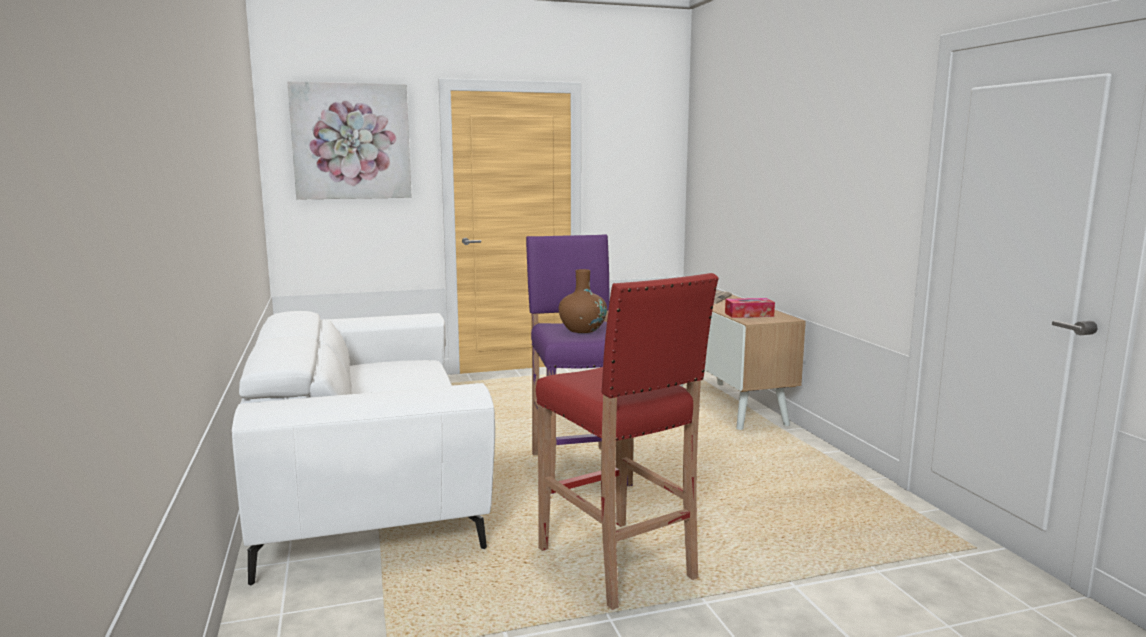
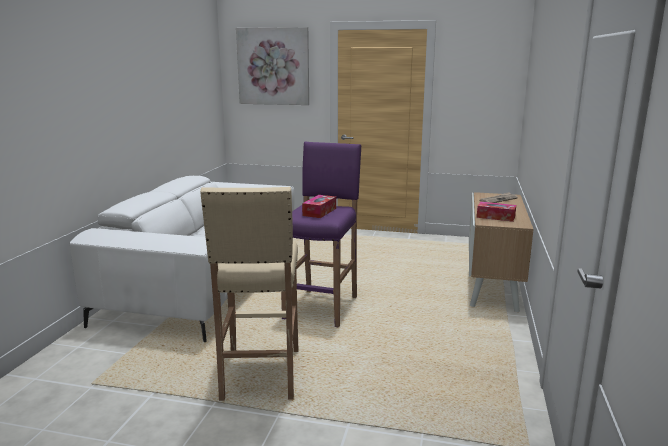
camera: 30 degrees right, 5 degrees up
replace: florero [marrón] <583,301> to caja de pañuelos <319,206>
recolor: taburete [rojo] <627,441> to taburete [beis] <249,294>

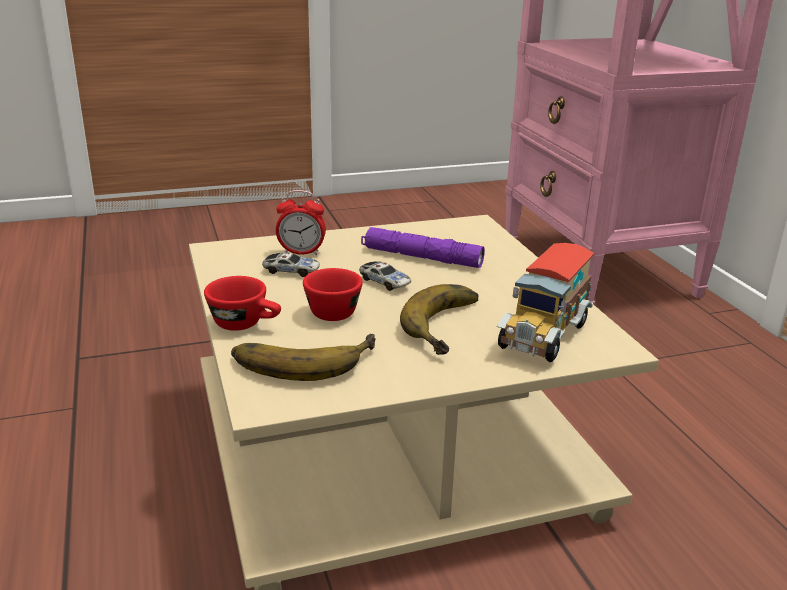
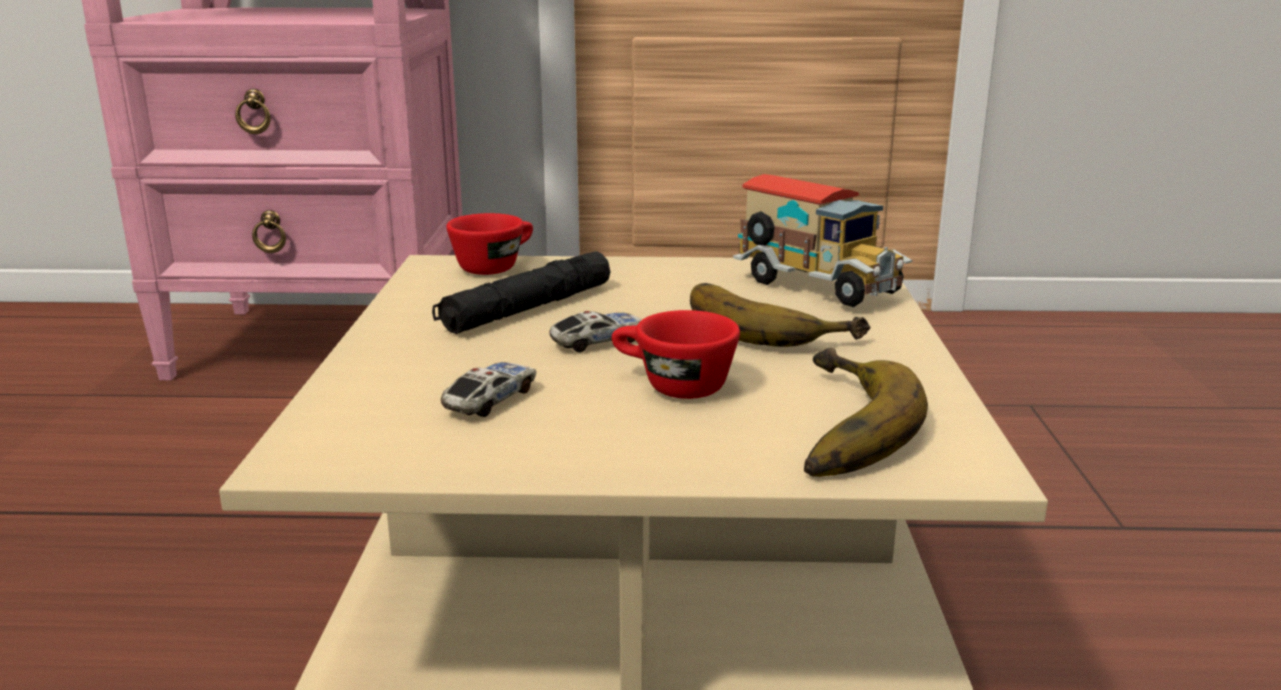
camera: 70 degrees left, 5 degrees down
delete: despertador <301,222>
move: taza [rojo] <242,303> to <489,244>
recolor: linterna [morado] <423,247> to linterna [negro] <521,292>

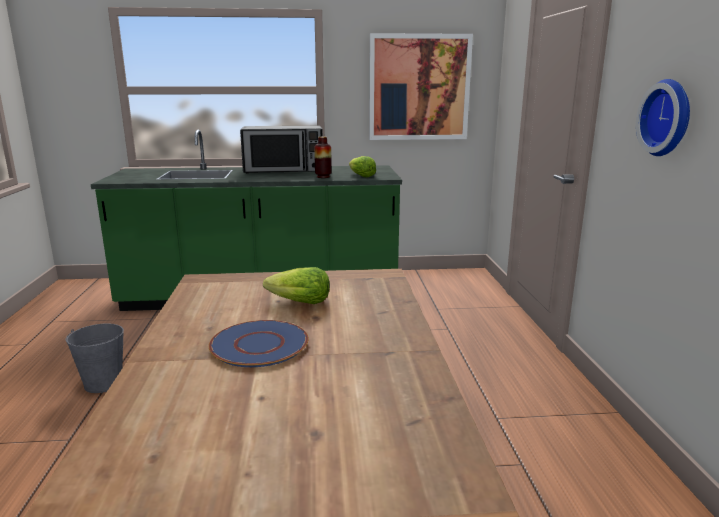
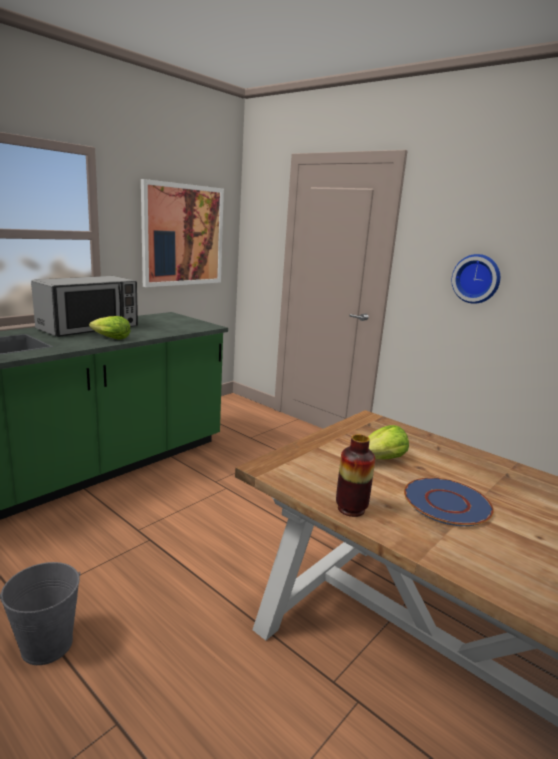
camera: 45 degrees left, 0 degrees up
move: florero <323,157> to <355,475>; lechuga <362,166> to <109,328>

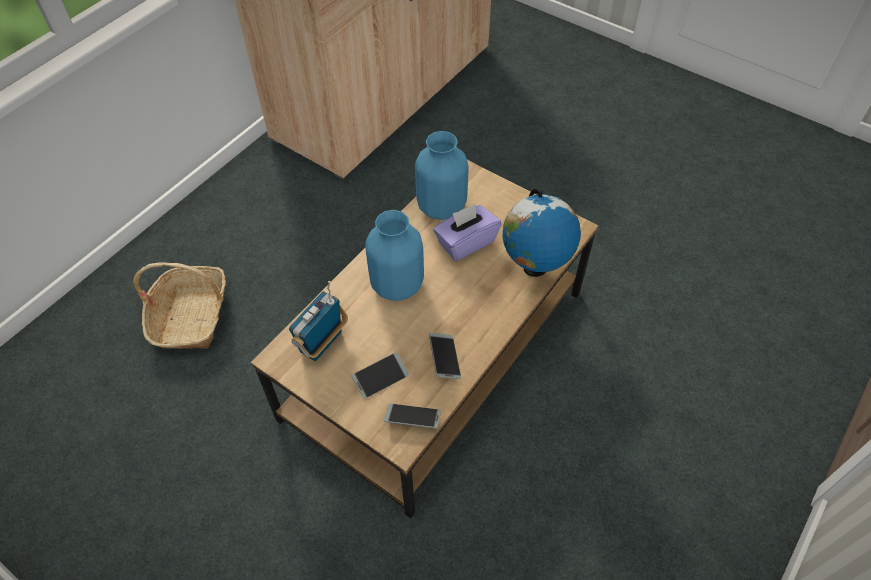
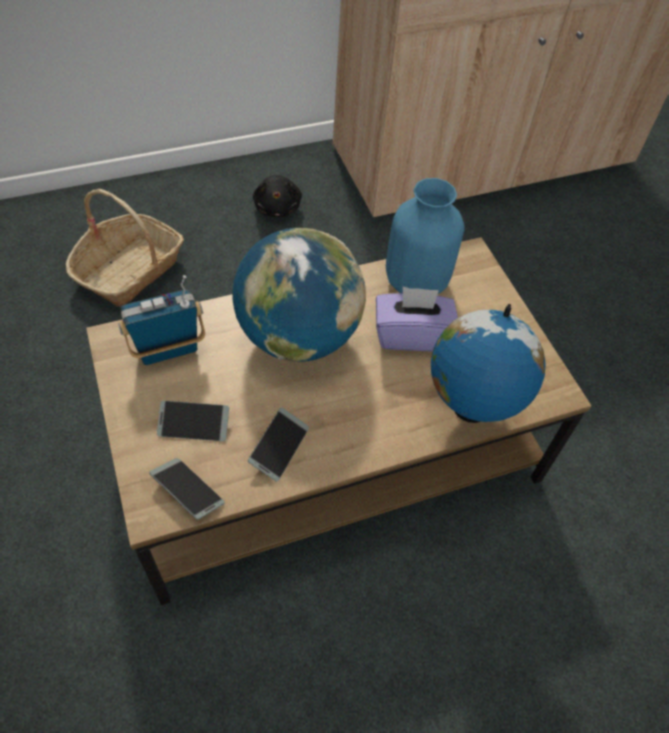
camera: 30 degrees right, 0 degrees up
insert: peluche [negro] <277,196>
replace: florero [azul] <394,255> to globo terráqueo <299,295>

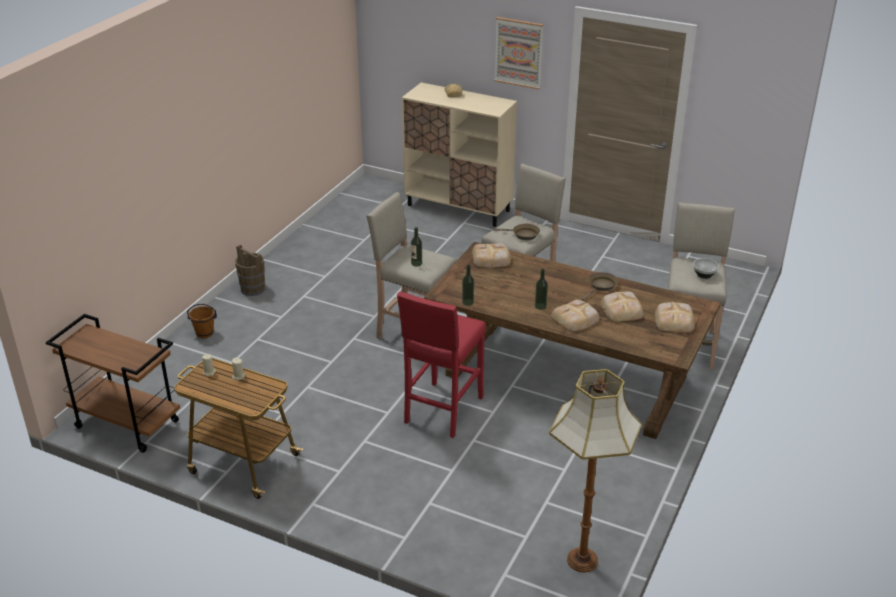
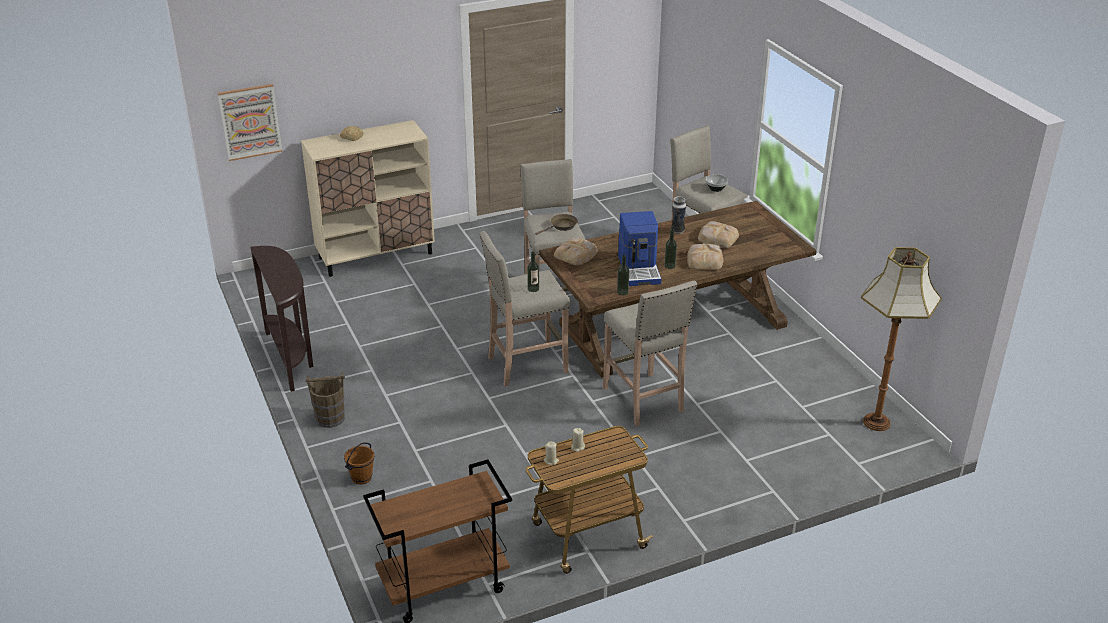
camera: 50 degrees left, 0 degrees up
delete: pan <675,317>
insert: mesa consola [marrón] <281,319>; cafetera <639,248>
move: cuadro <519,53> to <250,122>
replace: sartén [marrón] <600,286> to florero <678,215>
recolor: taburete [rojo] <441,365> to taburete [beis] <650,353>

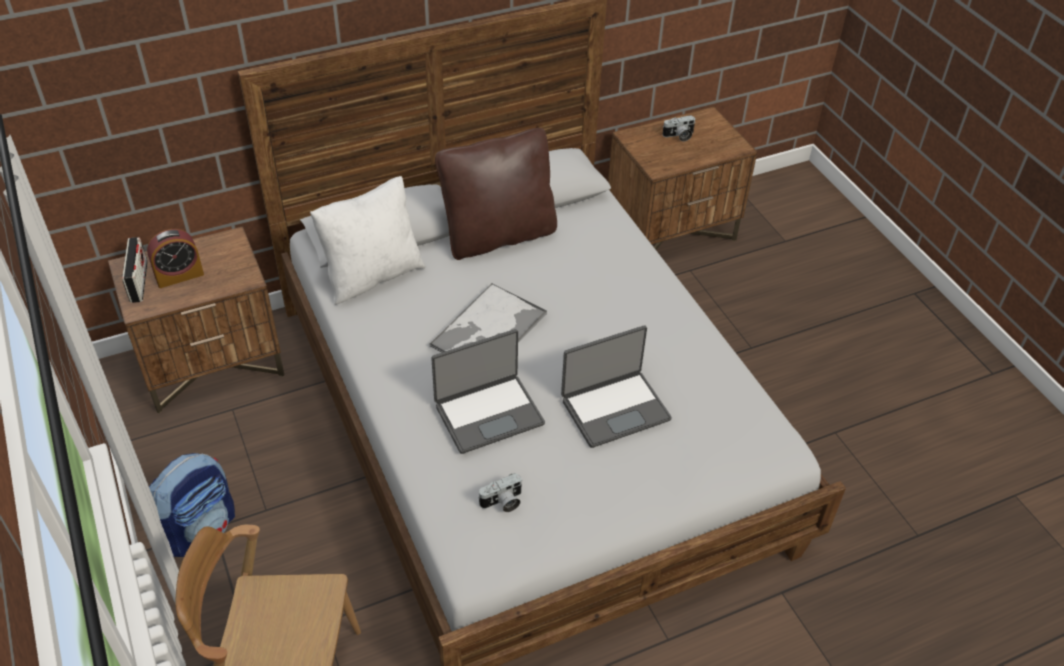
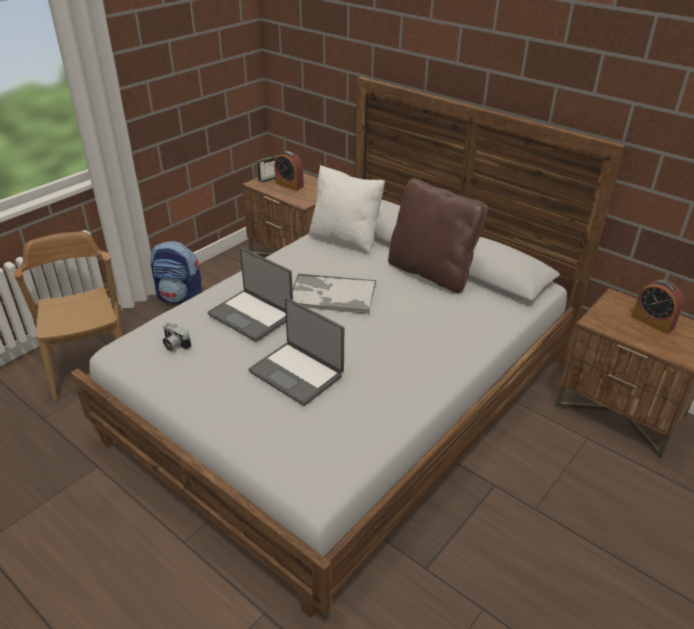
camera: 65 degrees right, 10 degrees down
replace: cámara <678,128> to despertador <658,307>

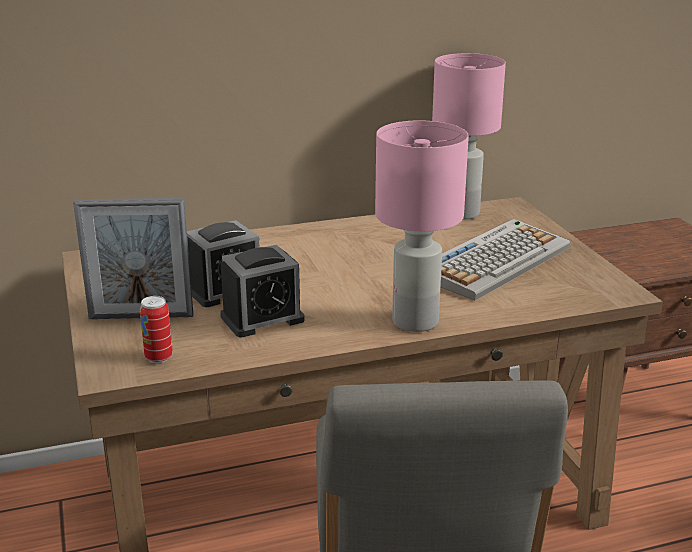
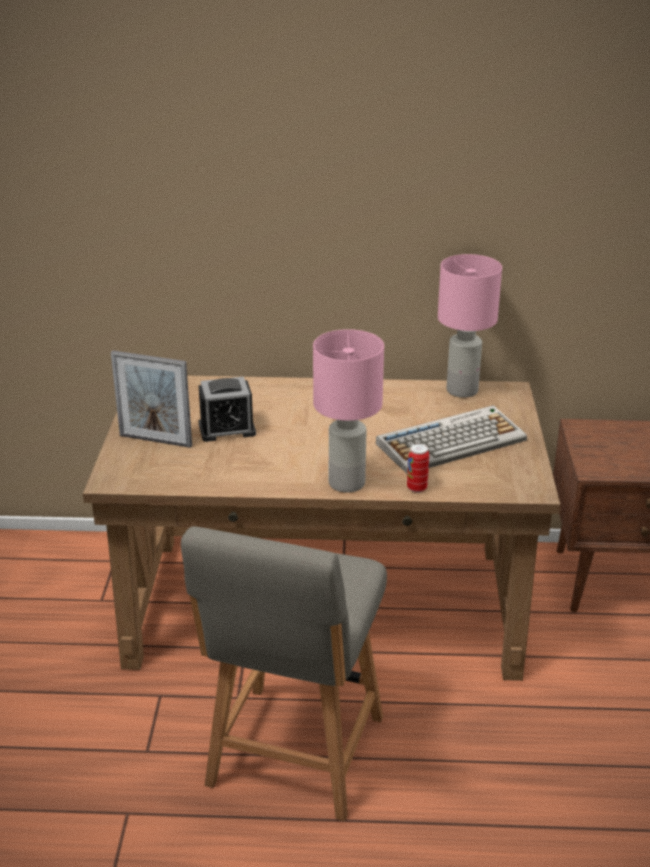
camera: 20 degrees right, 5 degrees up
delete: despertador <262,291>
move: lata <156,329> to <418,468>

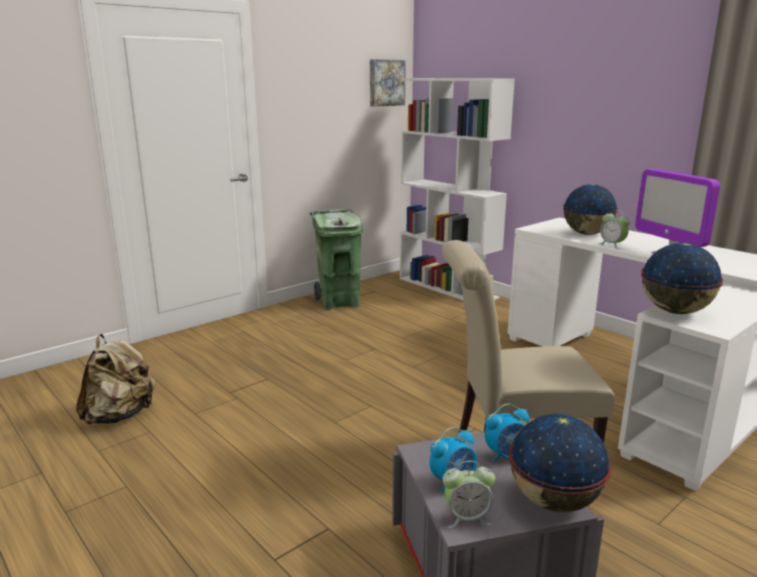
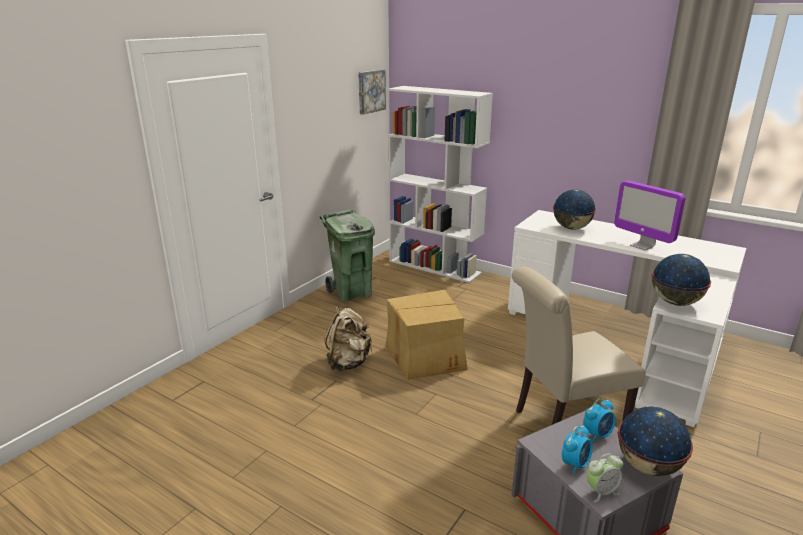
camera: 15 degrees left, 5 degrees up
delete: despertador <614,229>
insert: caja de cartón <427,335>
move: mochila [beis] <116,379> to <348,339>

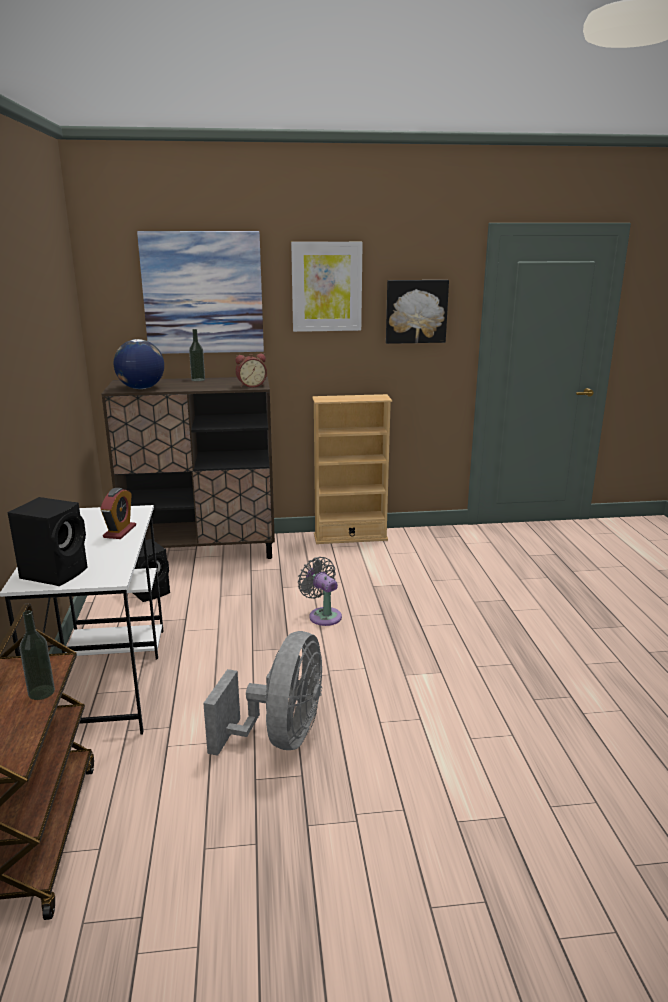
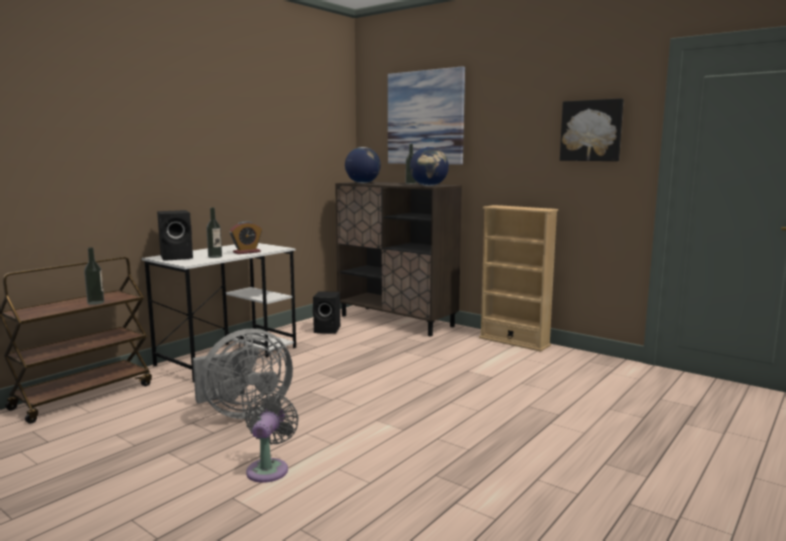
camera: 45 degrees right, 10 degrees down
delete: cuadro <327,287>
insert: botella <214,232>
move: ventilador [gris] <320,591> to <272,437>
replace: despertador <251,371> to globo terráqueo <429,166>

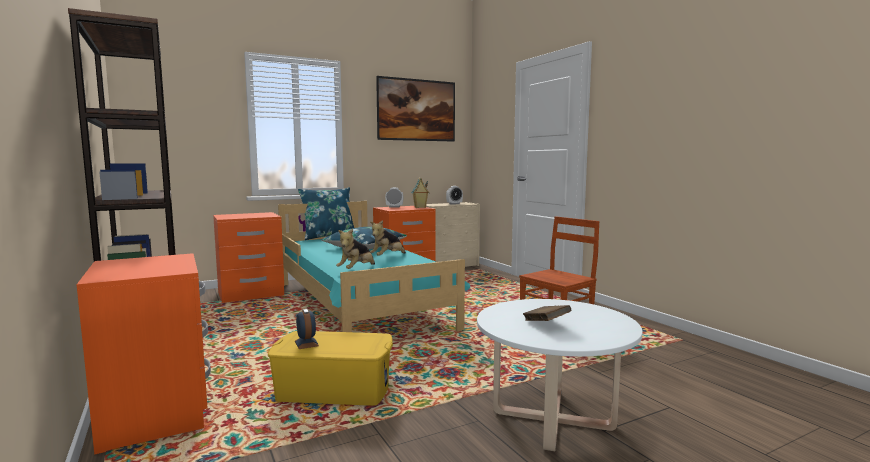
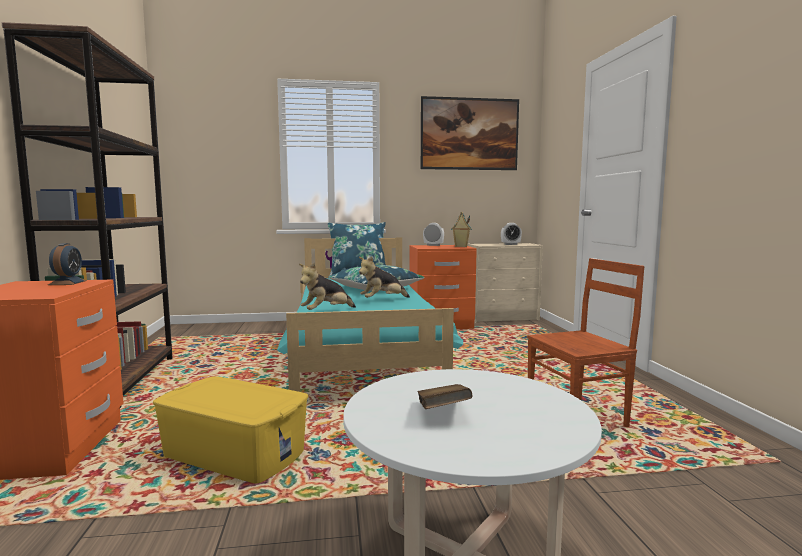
camera: 20 degrees right, 0 degrees up
delete: mesita de noche [naranja] <248,257>
move: despertador <307,329> to <67,264>

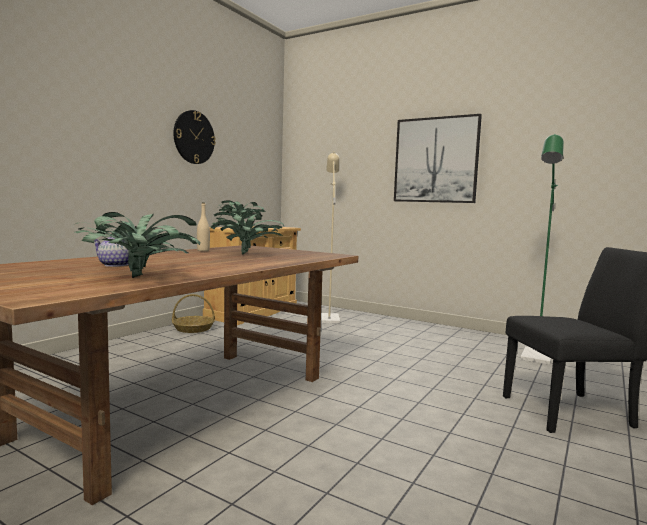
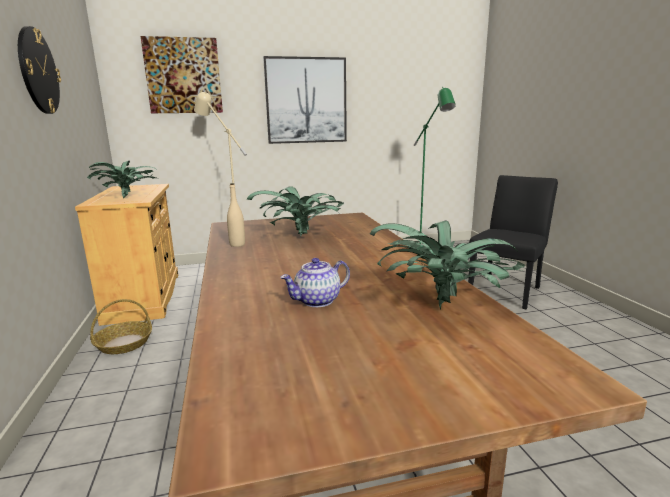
camera: 45 degrees left, 10 degrees up
insert: cuadro <181,74>

